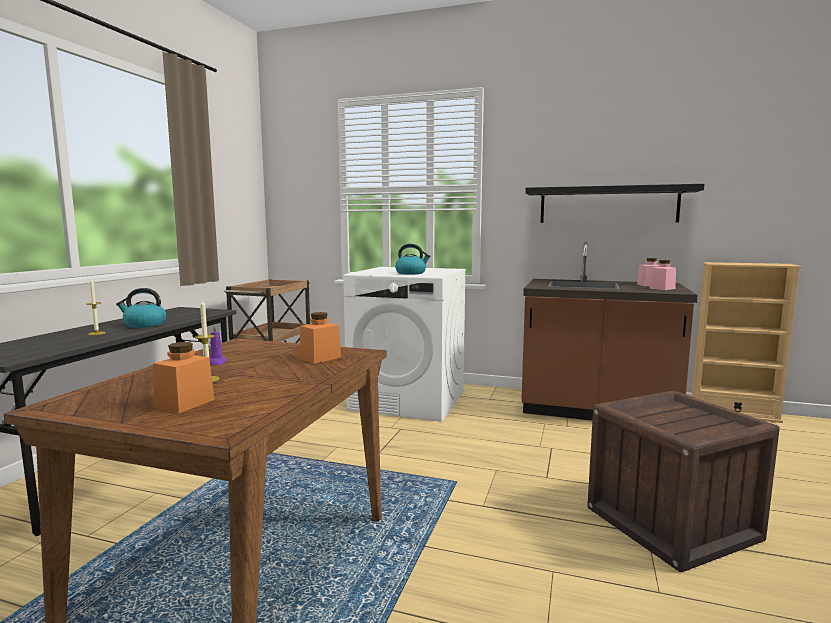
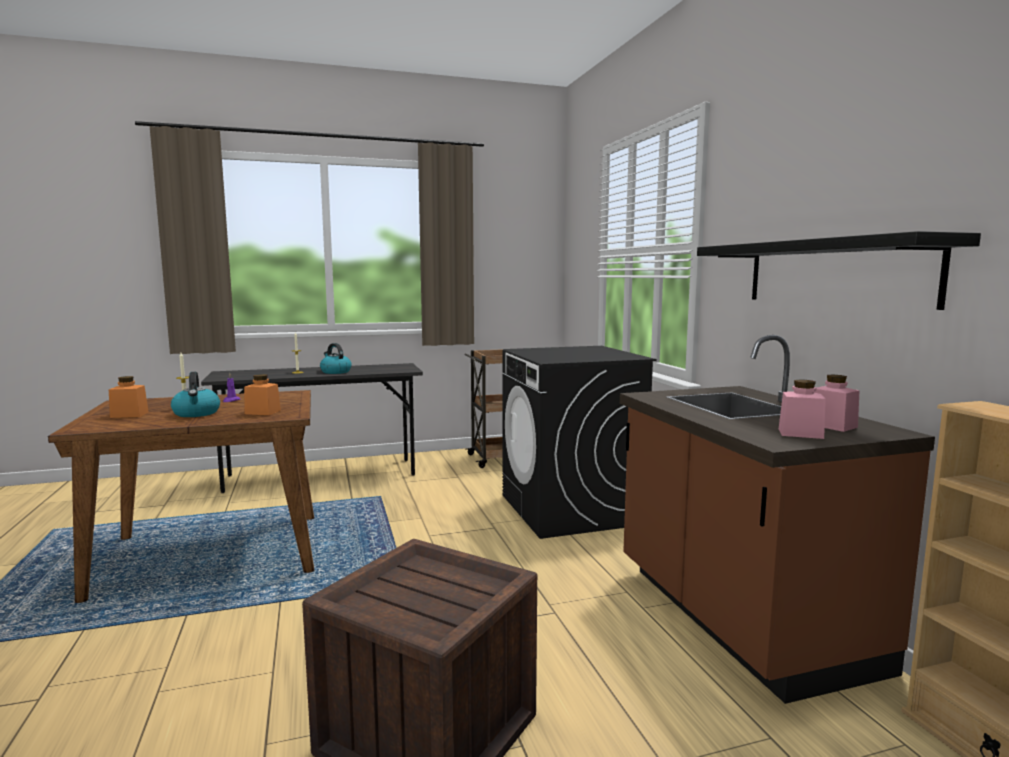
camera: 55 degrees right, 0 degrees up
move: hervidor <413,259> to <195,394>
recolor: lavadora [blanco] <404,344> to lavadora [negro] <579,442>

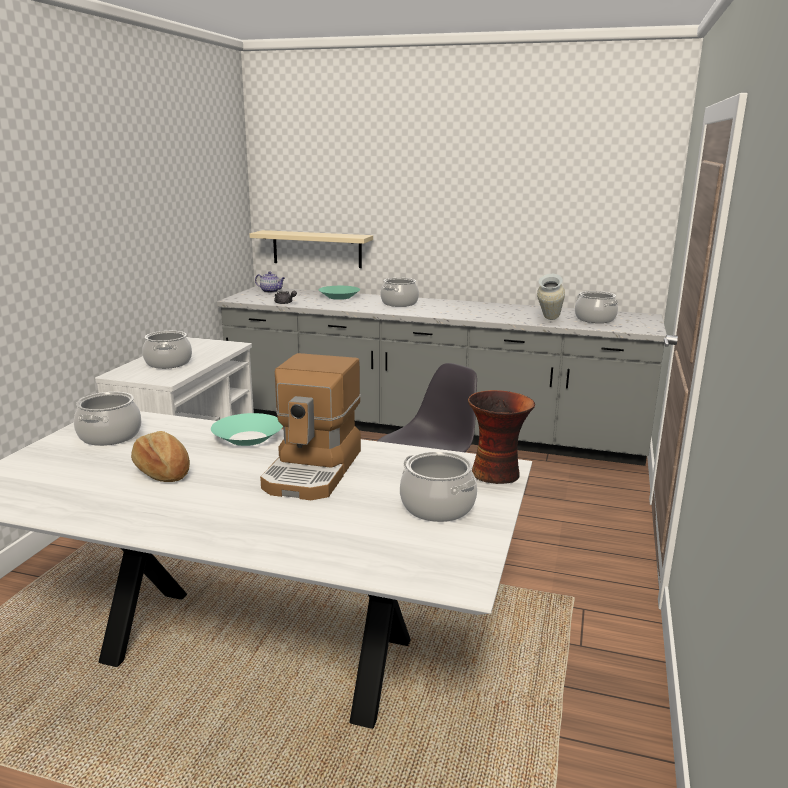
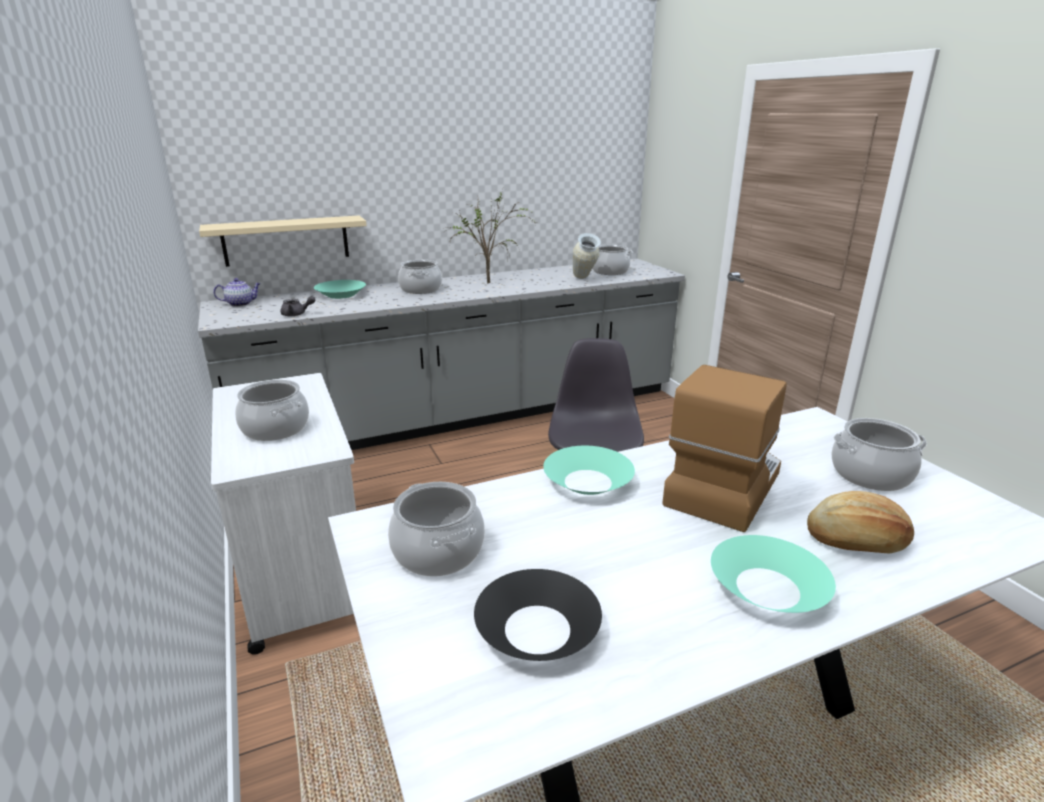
camera: 40 degrees left, 5 degrees up
delete: florero <501,437>
insert: planta en maceta <490,236>; cuenco [negro] <538,615>; cuenco [turquesa] <773,574>
move: pan <160,456> to <860,522>
rotate: cafetera <310,426> = <724,448> 120 degrees counterclockwise

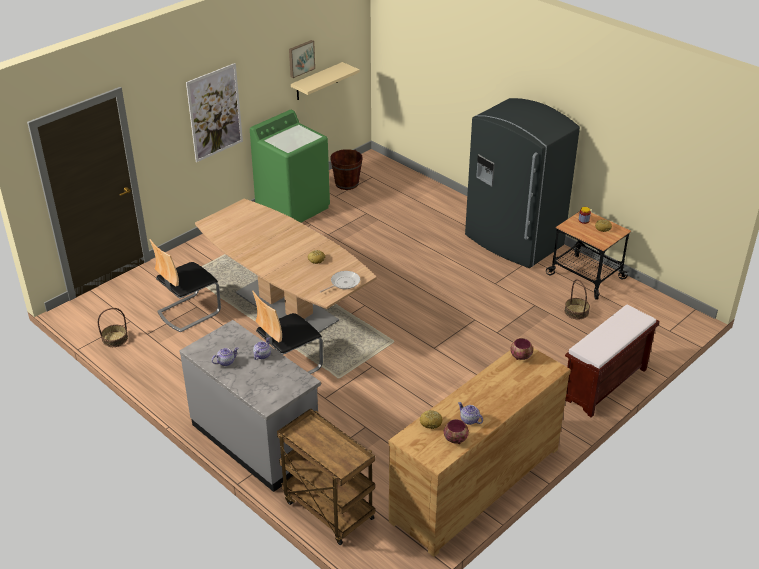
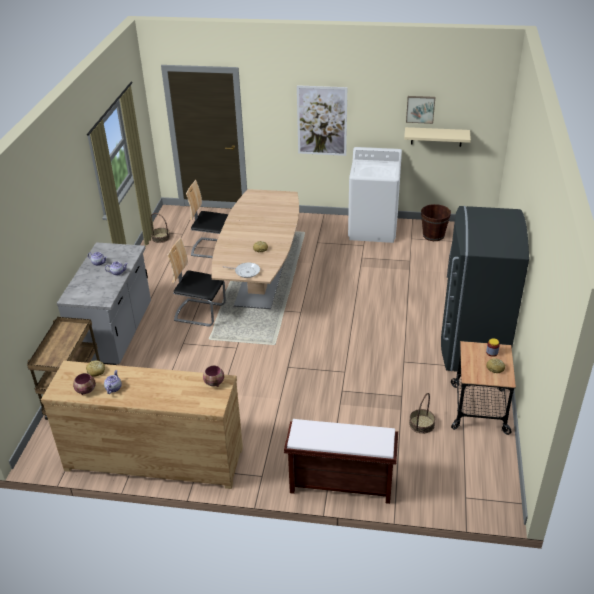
camera: 55 degrees right, 0 degrees up
recolor: lavadora [verde] <290,166> to lavadora [blanco] <375,195>

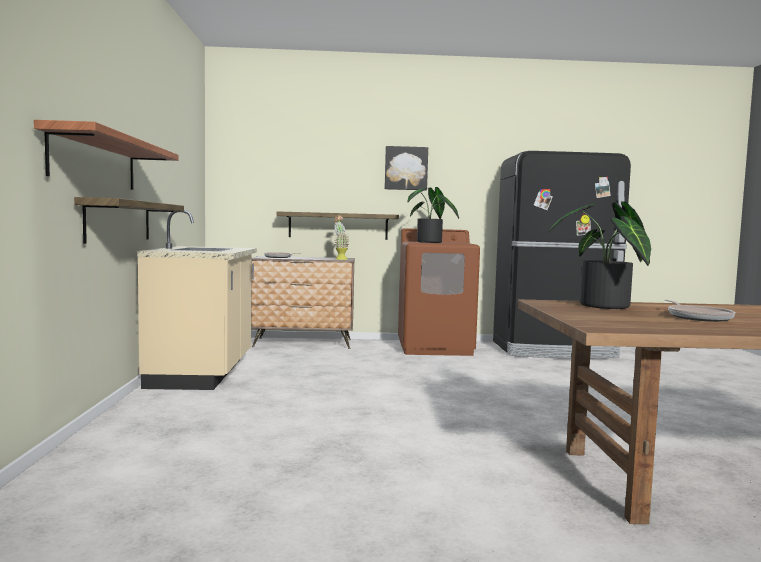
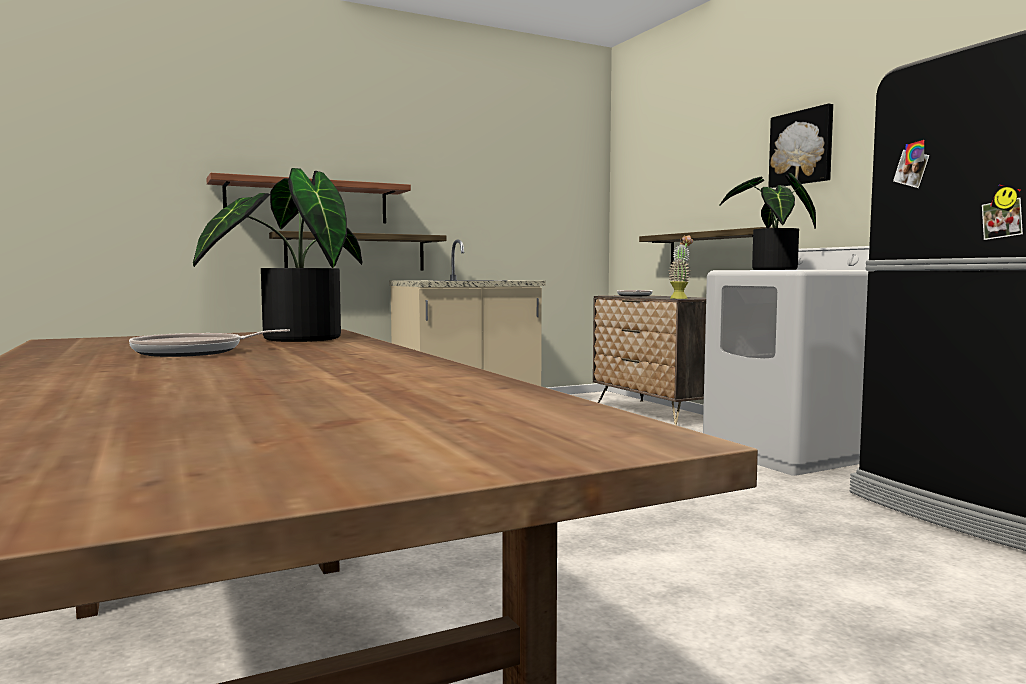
camera: 65 degrees right, 0 degrees up
recolor: lavadora [marrón] <439,292> to lavadora [blanco] <786,361>

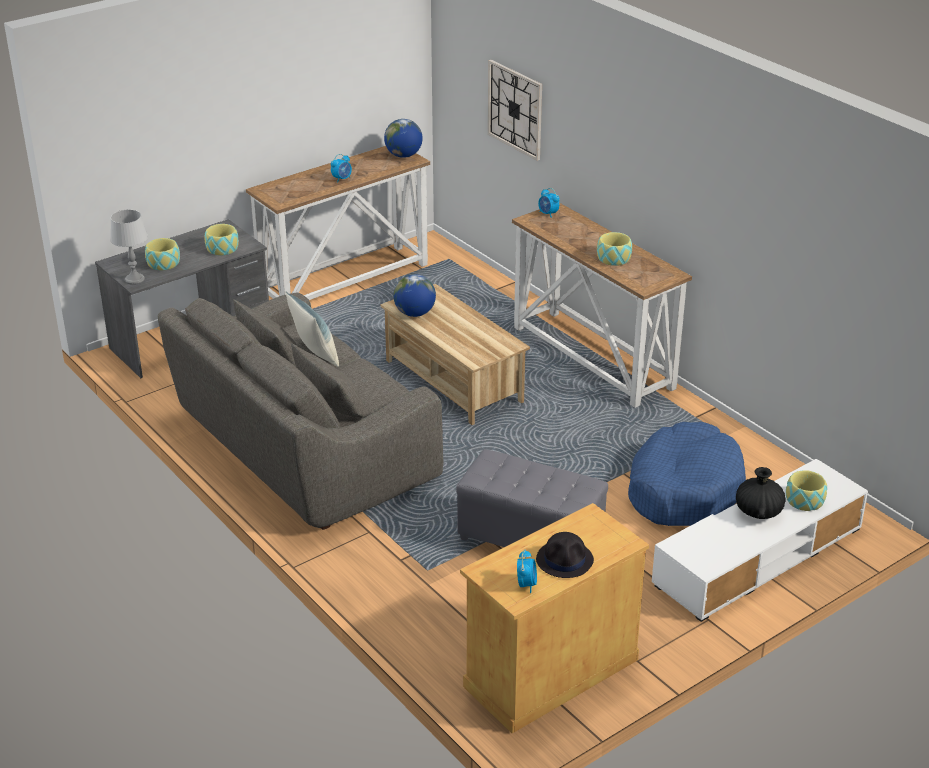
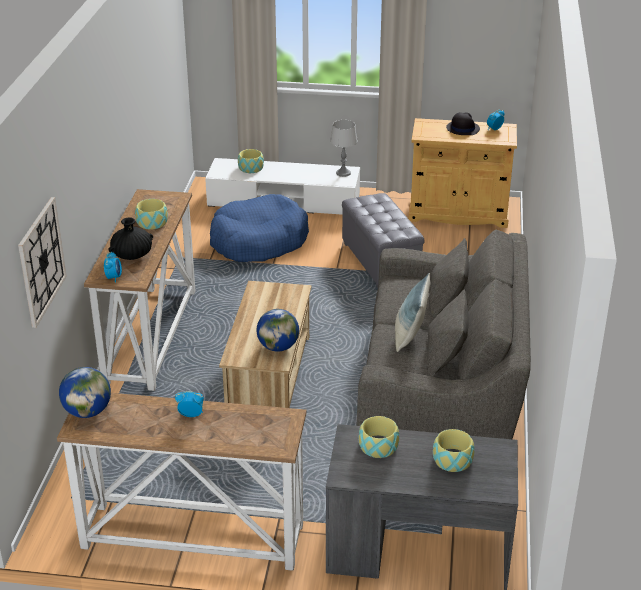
camera: 135 degrees left, 0 degrees up
move: lámpara de mesa [gris] <129,247> to <344,148>; florero [negro] <761,493> to <131,238>

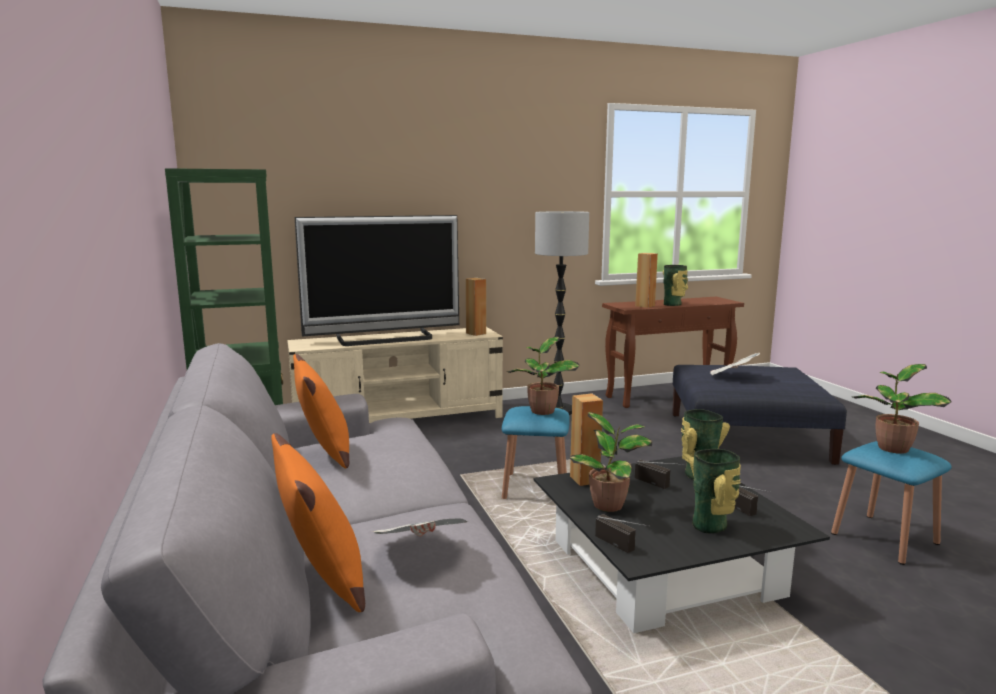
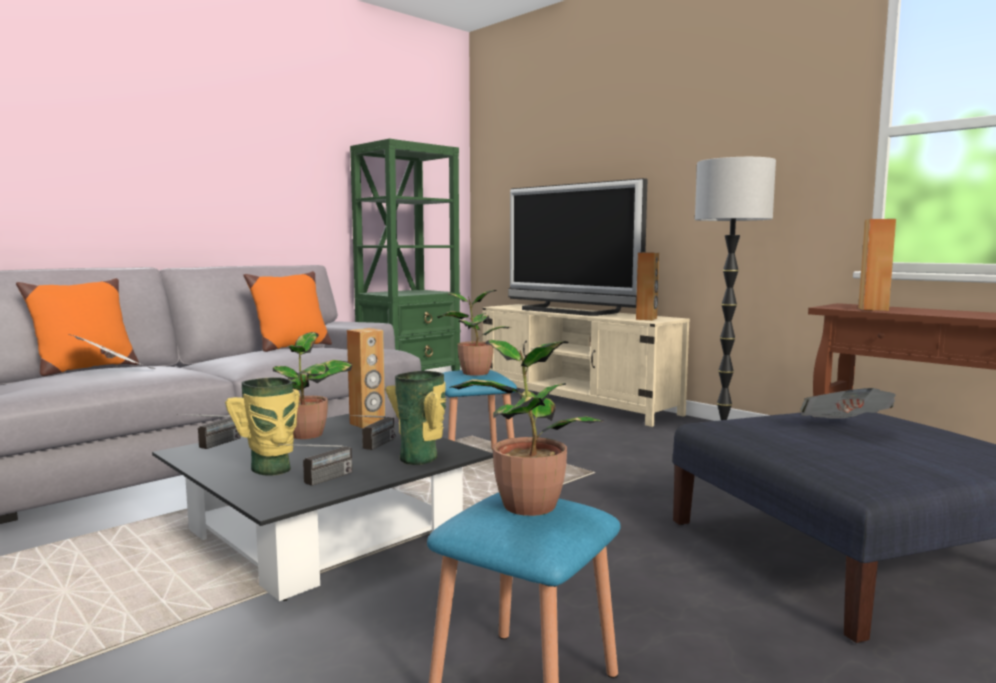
camera: 65 degrees right, 5 degrees down
delete: florero <675,285>

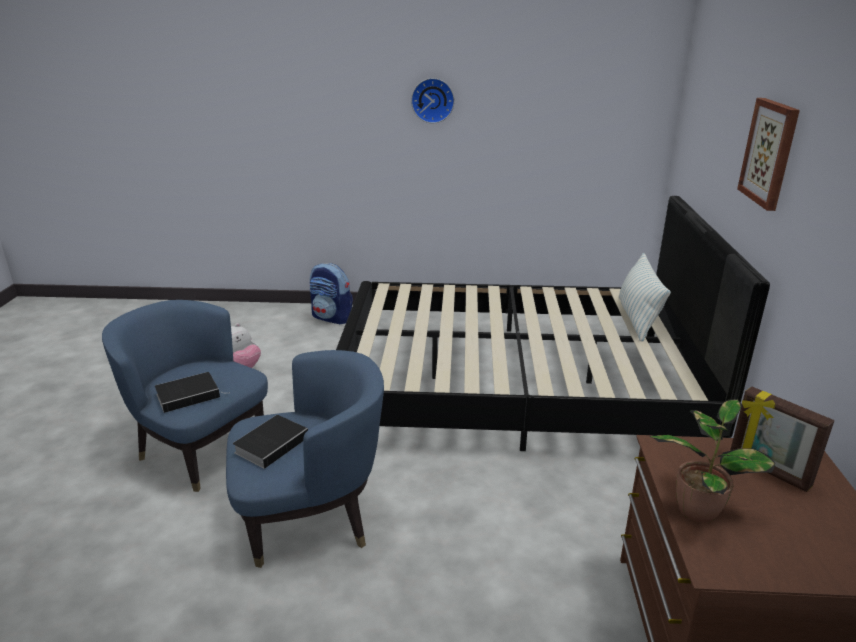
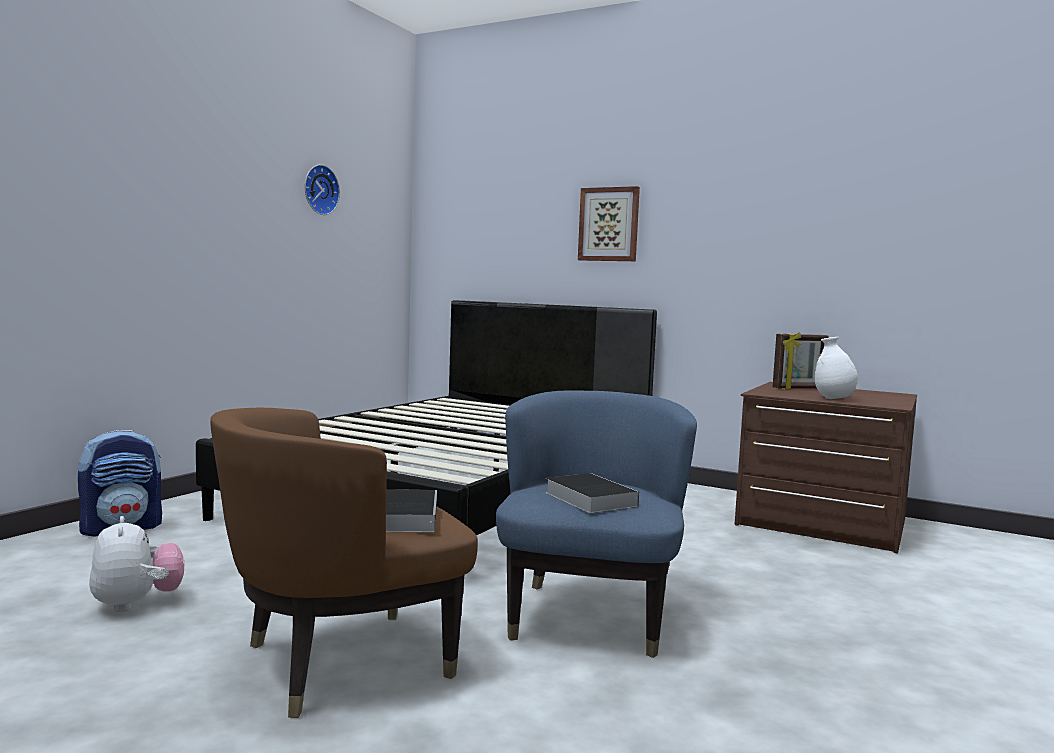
camera: 65 degrees left, 20 degrees down
delete: cojín <645,297>
move: reloj de pared <433,100> to <322,190>
replace: planta en maceta <712,461> to florero [blanco] <836,368>
recolor: sillón [azul] <185,396> to sillón [marrón] <344,563>

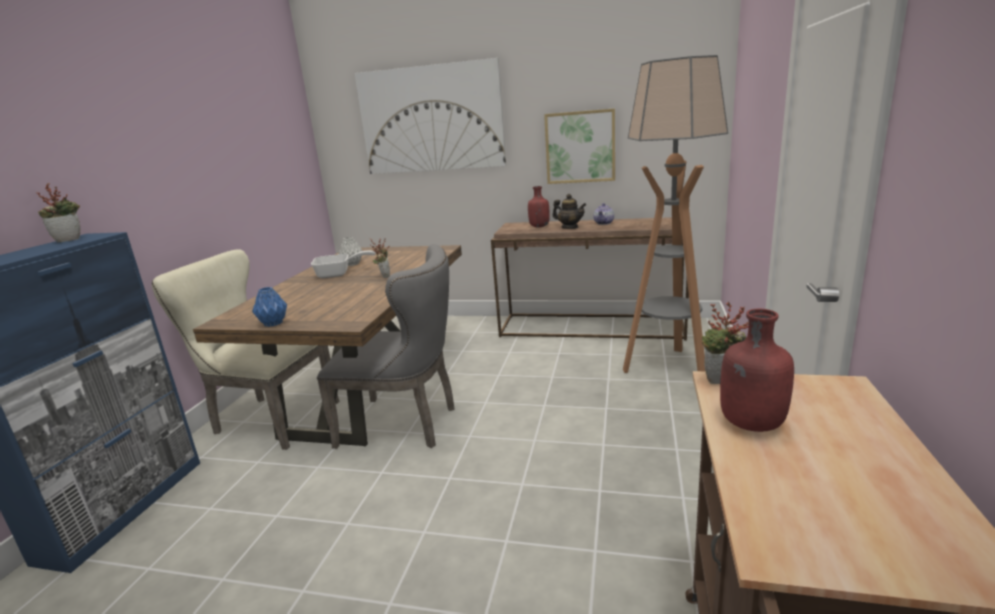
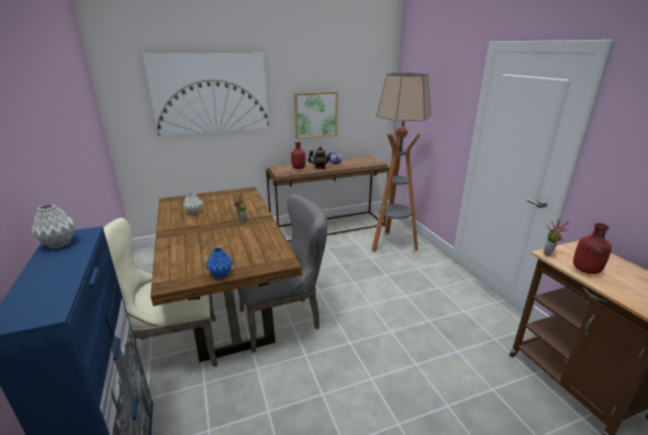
camera: 35 degrees left, 5 degrees up
delete: sartén <343,264>
replace: planta en maceta <58,213> to florero [gris] <53,226>

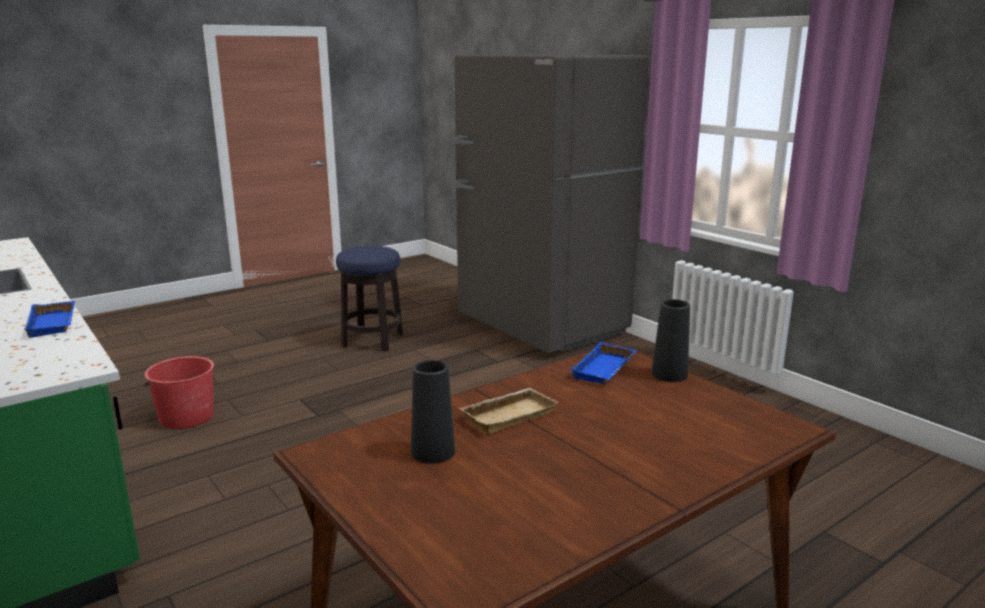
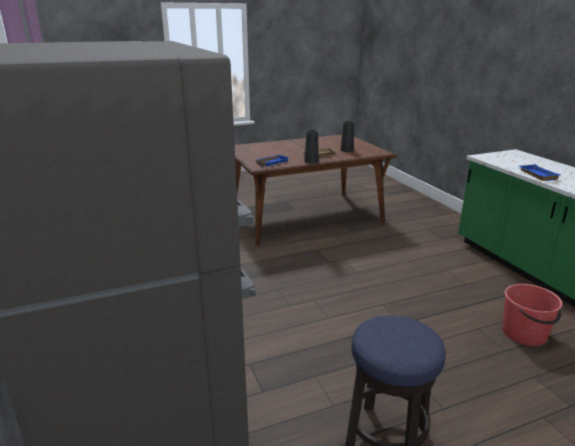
camera: 165 degrees left, 5 degrees up
move: florero [negro] <670,340> to <311,147>

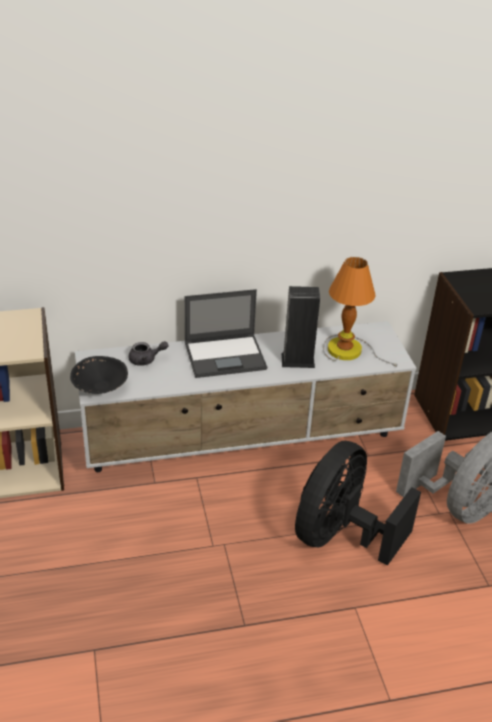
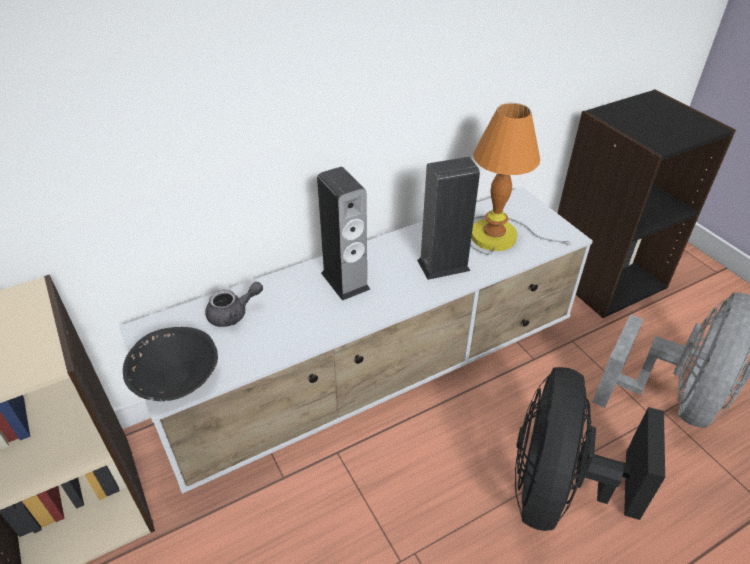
camera: 15 degrees left, 5 degrees up
replace: portátil <226,333> to altavoz <344,234>

